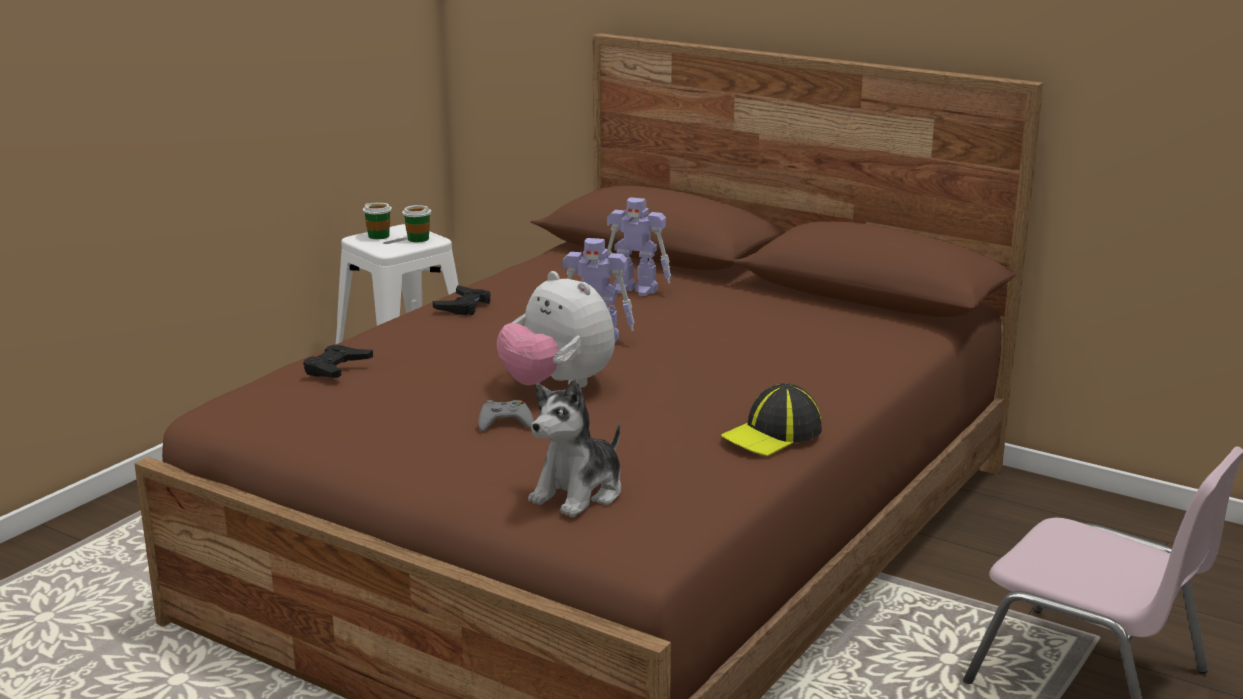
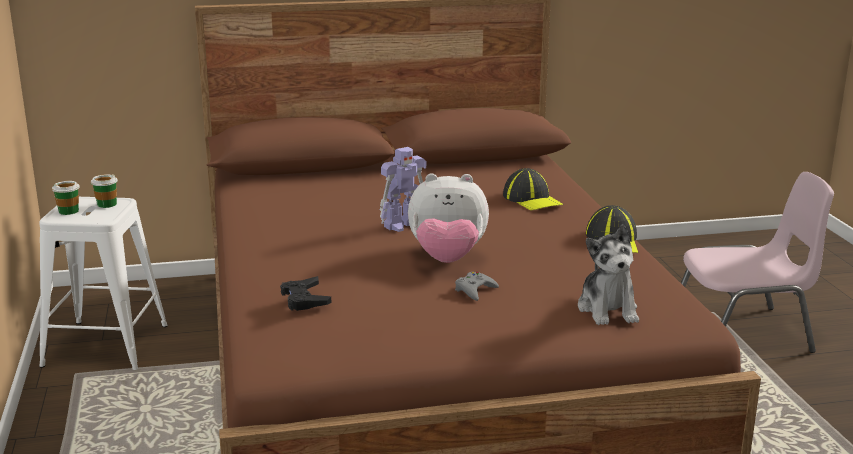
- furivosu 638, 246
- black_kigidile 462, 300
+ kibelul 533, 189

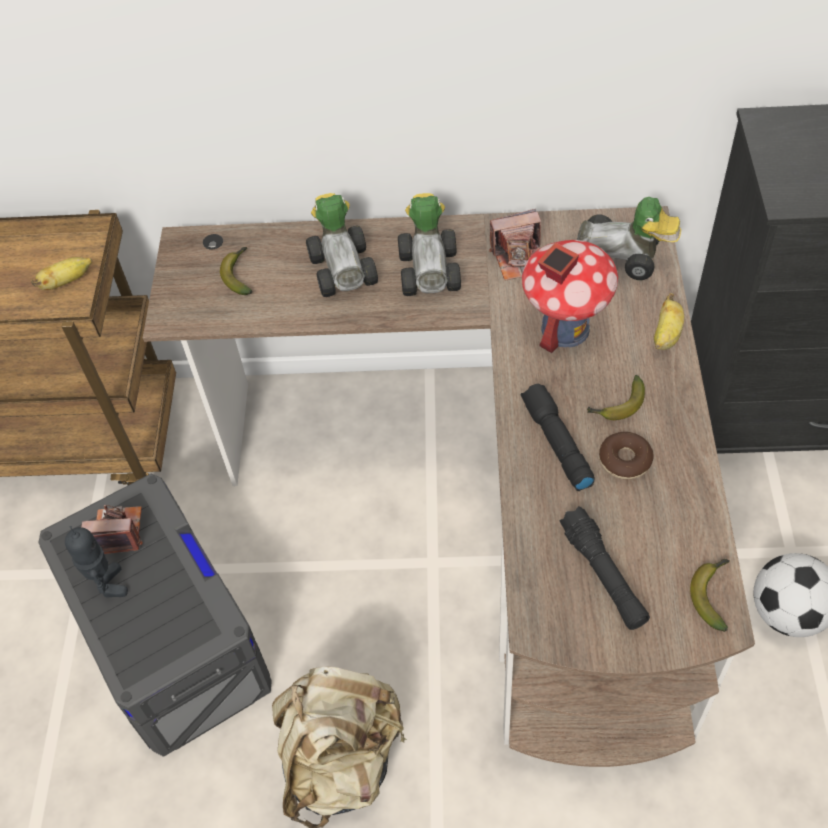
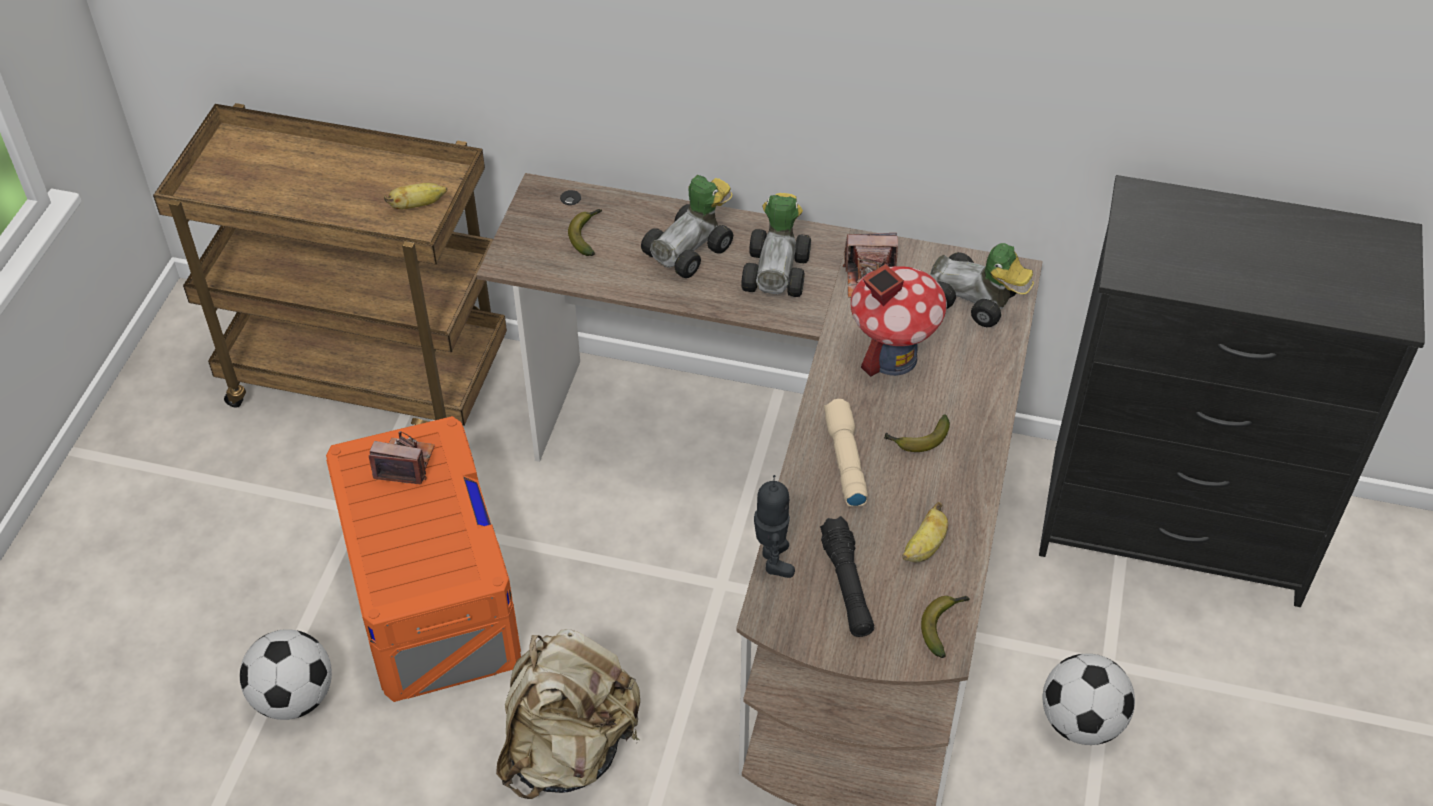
~ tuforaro 342, 245 = 687, 226 45 degrees clockwise
~ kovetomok 669, 321 to 925, 532
~ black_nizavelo 558, 437 to beige_nizavelo 846, 453
- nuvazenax 626, 455
~ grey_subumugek 155, 615 to orange_subumugek 423, 559
~ furivosu 96, 561 to 774, 526
+ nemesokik 286, 674

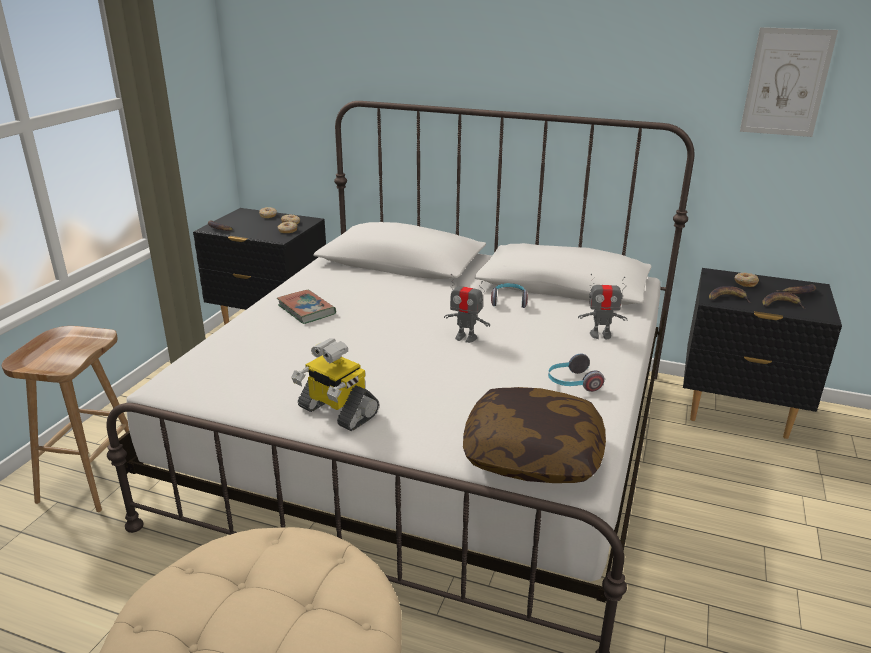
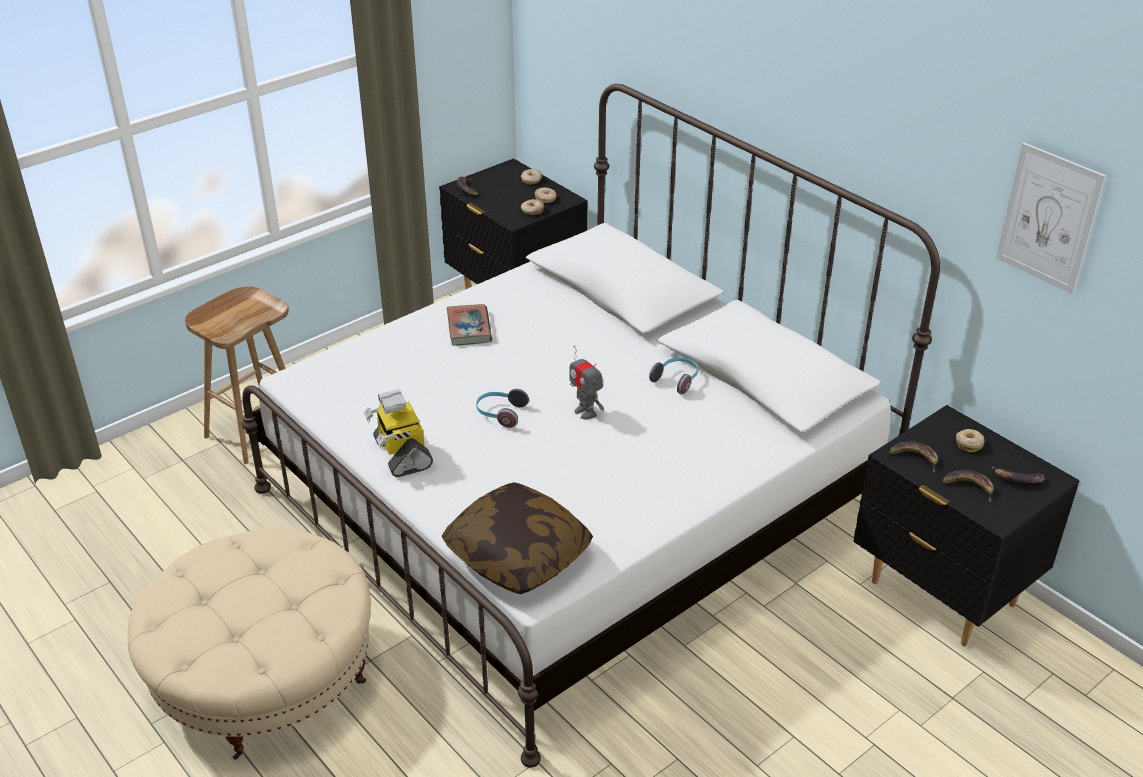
- furivosu 602, 306
~ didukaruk 576, 373 to 502, 408

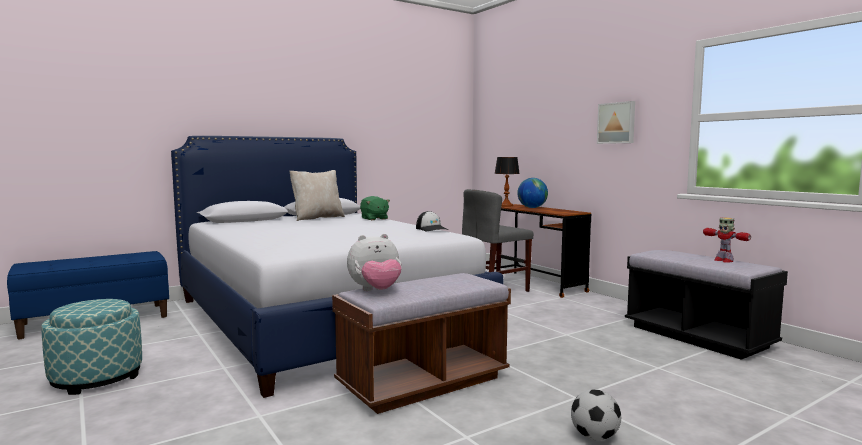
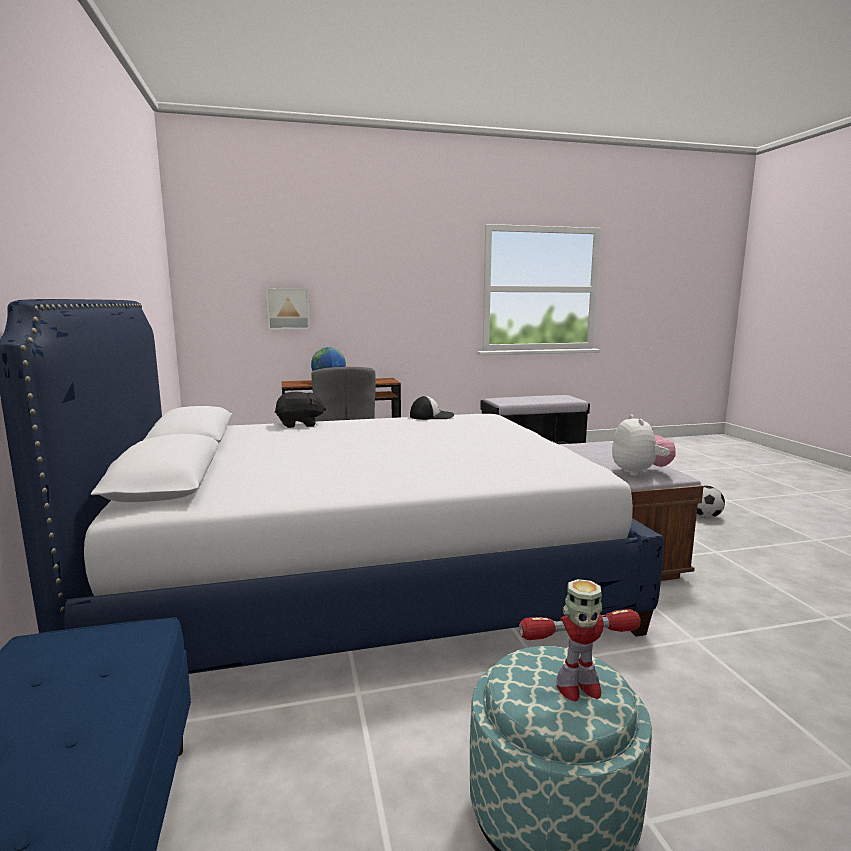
~ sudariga 616, 122 to 288, 309
- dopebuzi 507, 182
- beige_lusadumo 317, 195
~ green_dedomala 375, 208 to black_dedomala 300, 410
~ furivosu 727, 239 to 580, 640

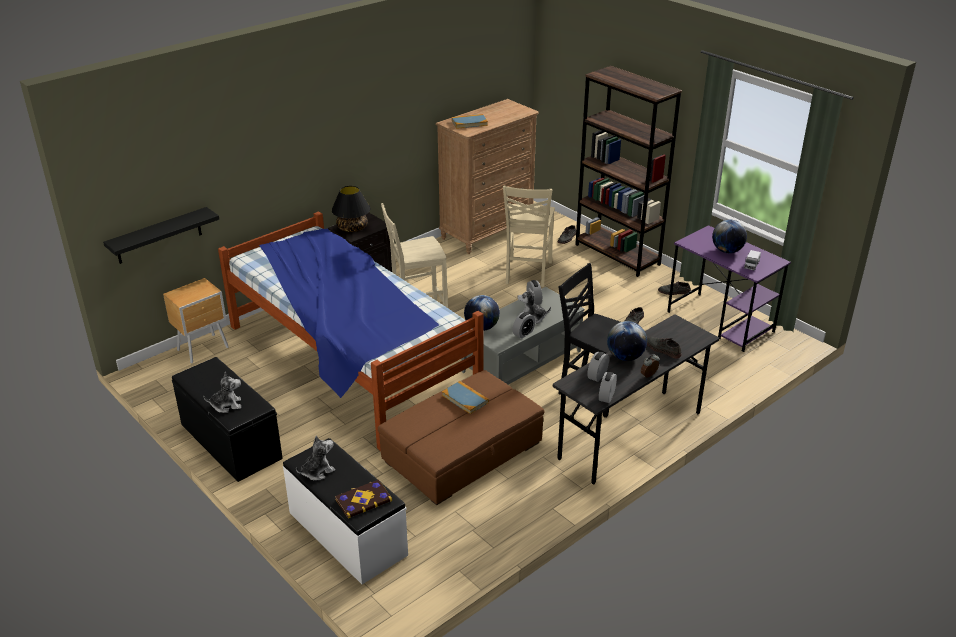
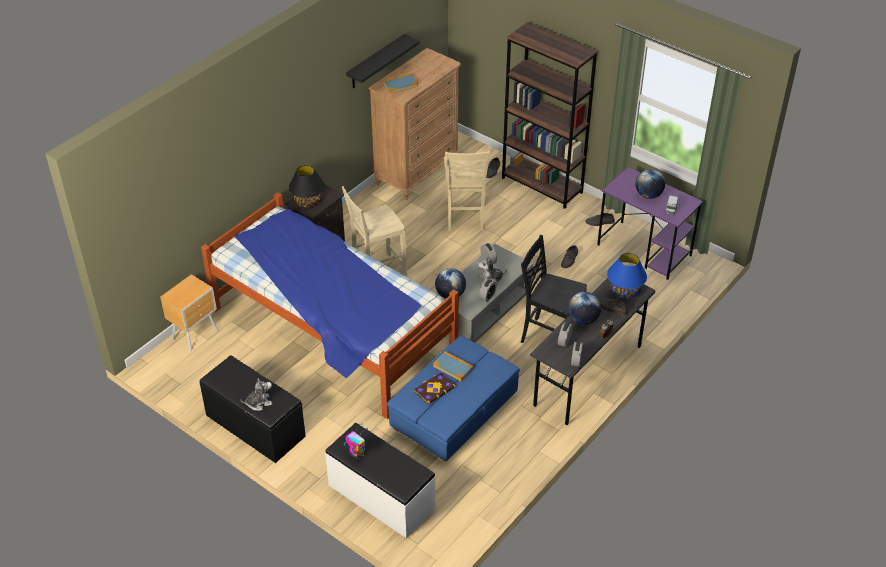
~ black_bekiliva 161, 235 to 383, 61
~ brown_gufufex 461, 437 to blue_gufufex 453, 398
~ dedomala 315, 458 to furivosu 356, 441
~ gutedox 363, 498 to 435, 388
+ blue_dopebuzi 627, 275

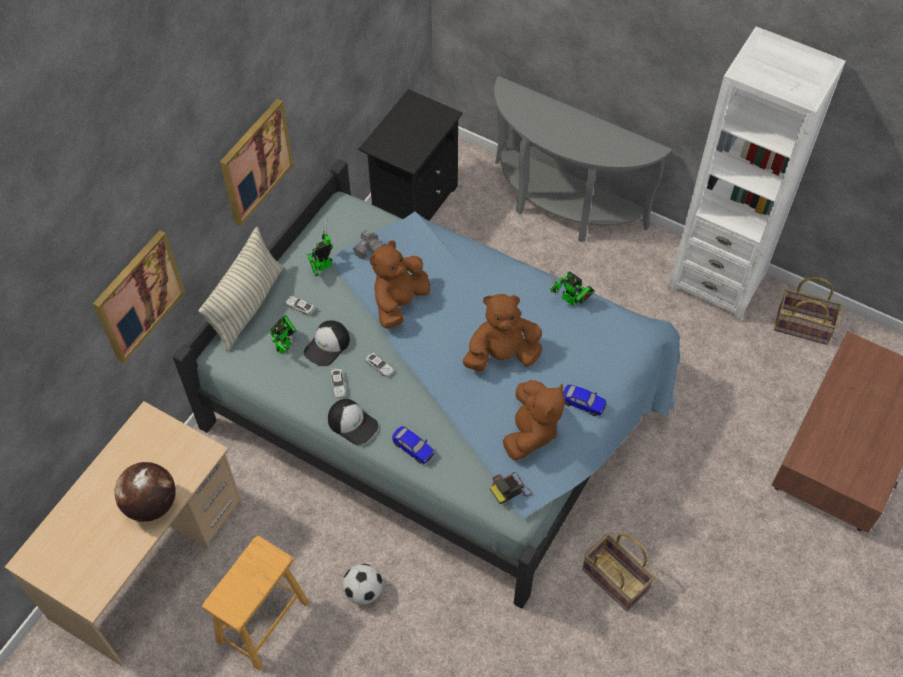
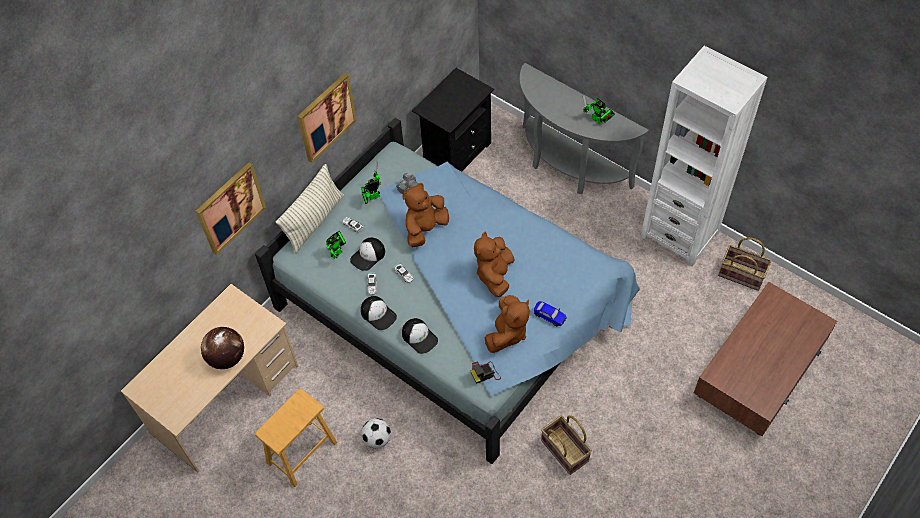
~ furivosu 572, 288 to 599, 109
~ brown_dedomala 502, 332 = 494, 264 75 degrees counterclockwise
~ tuforaro 413, 445 to kibelul 420, 336

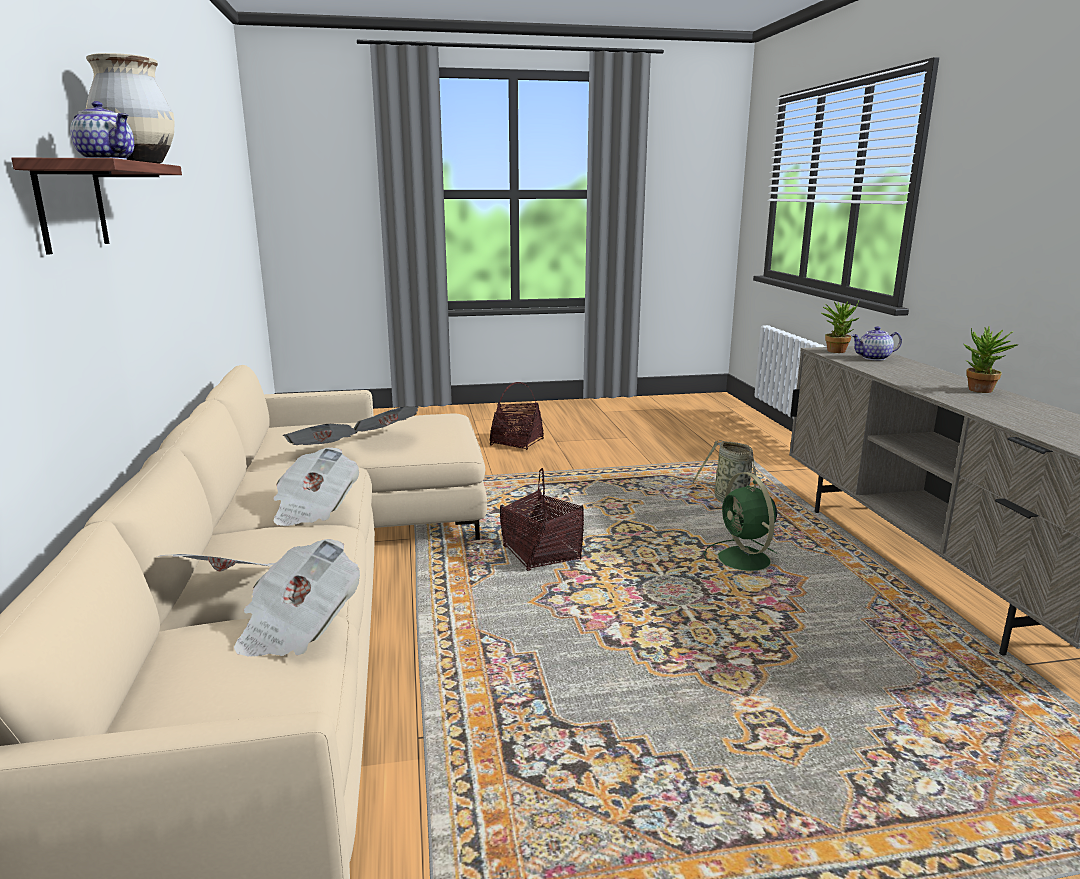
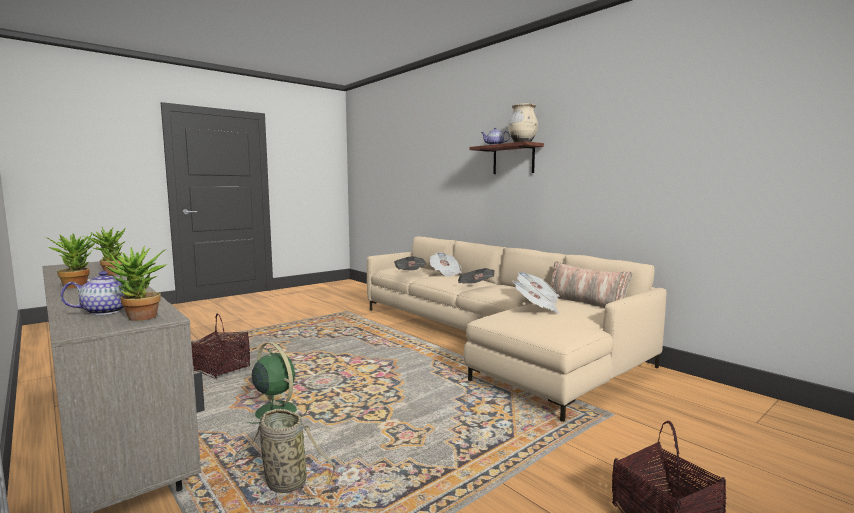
~ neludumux 542, 519 to 220, 346
+ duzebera 104, 251
+ lusadumo 591, 284

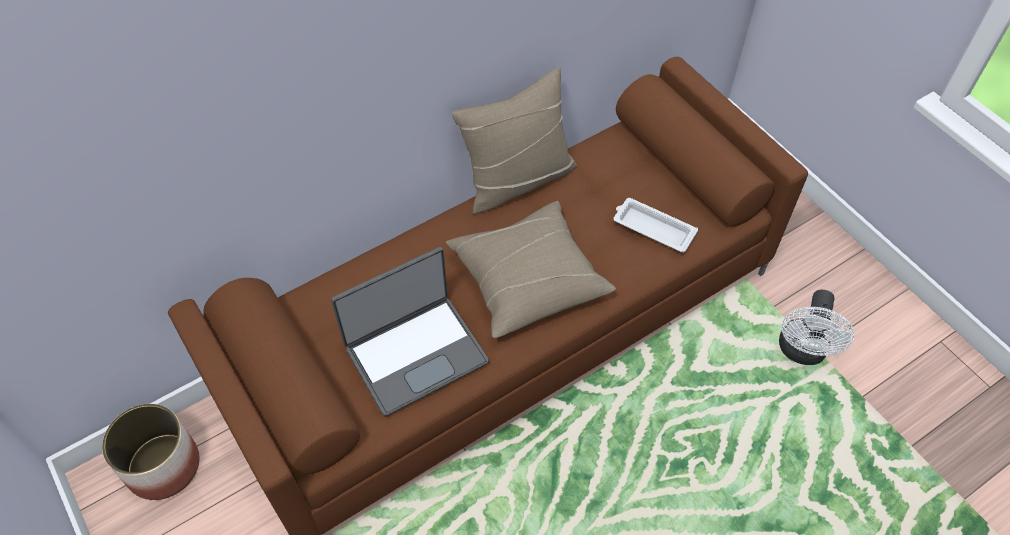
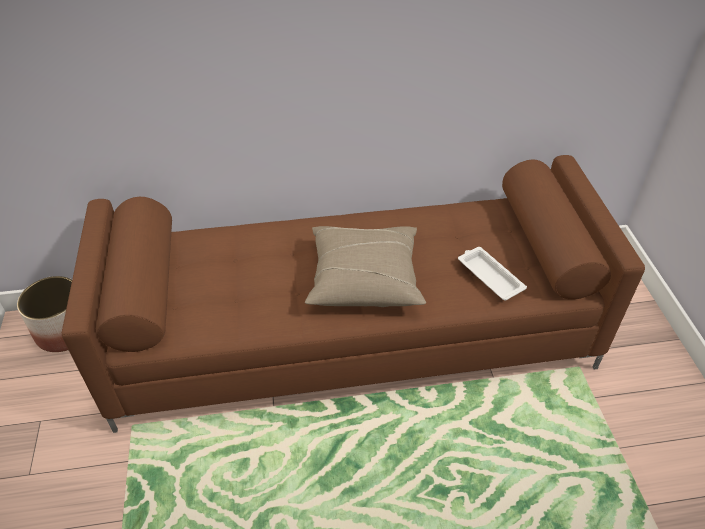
- beige_lusadumo 514, 141
- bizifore 410, 331
- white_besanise 816, 327

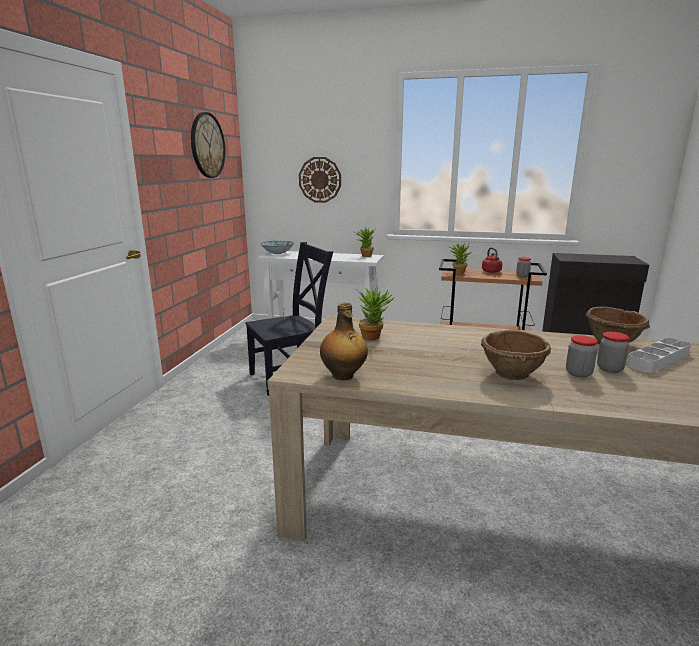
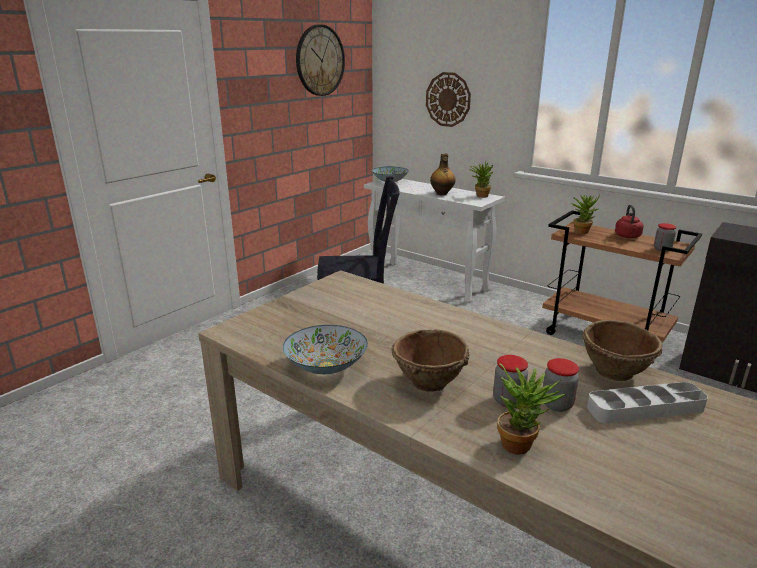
~ duzebera 375, 314 to 531, 409
~ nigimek 344, 341 to 442, 174
+ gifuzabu 325, 350

